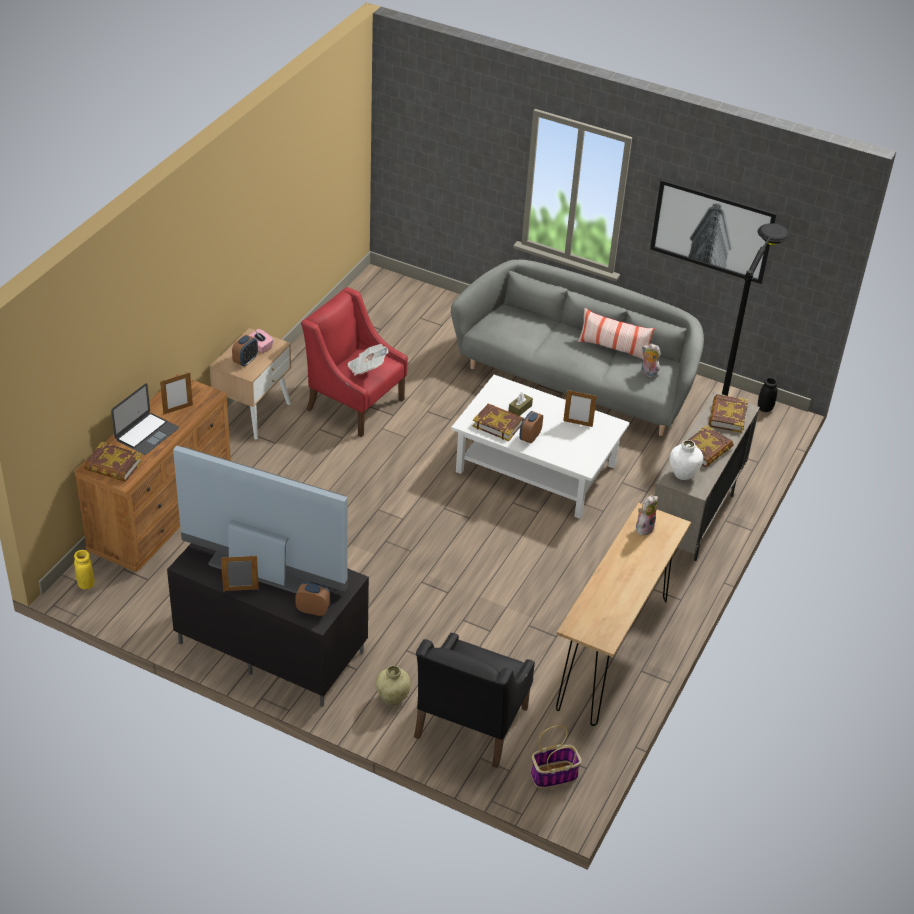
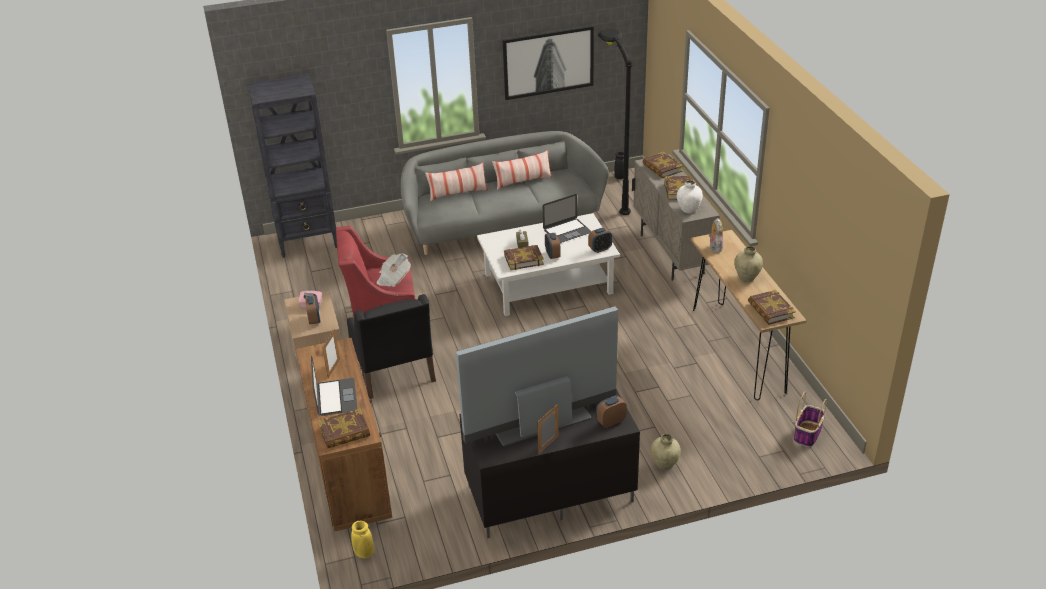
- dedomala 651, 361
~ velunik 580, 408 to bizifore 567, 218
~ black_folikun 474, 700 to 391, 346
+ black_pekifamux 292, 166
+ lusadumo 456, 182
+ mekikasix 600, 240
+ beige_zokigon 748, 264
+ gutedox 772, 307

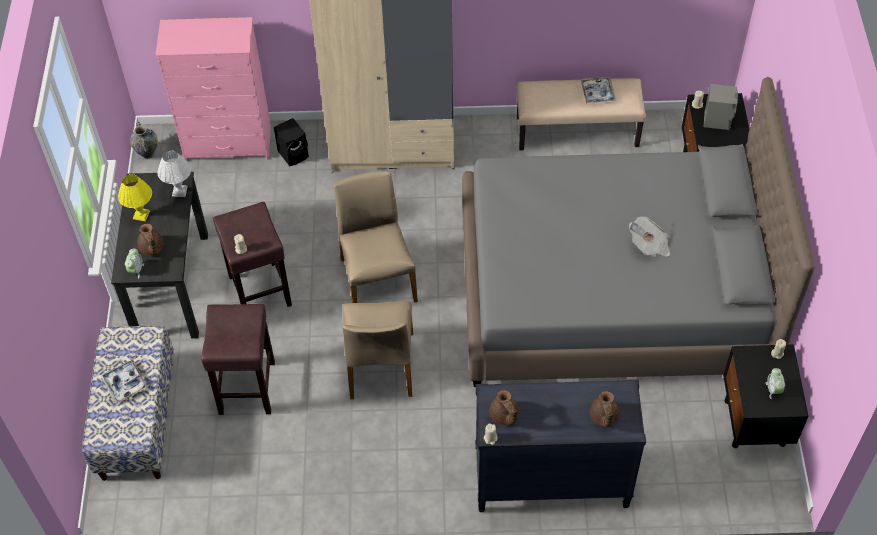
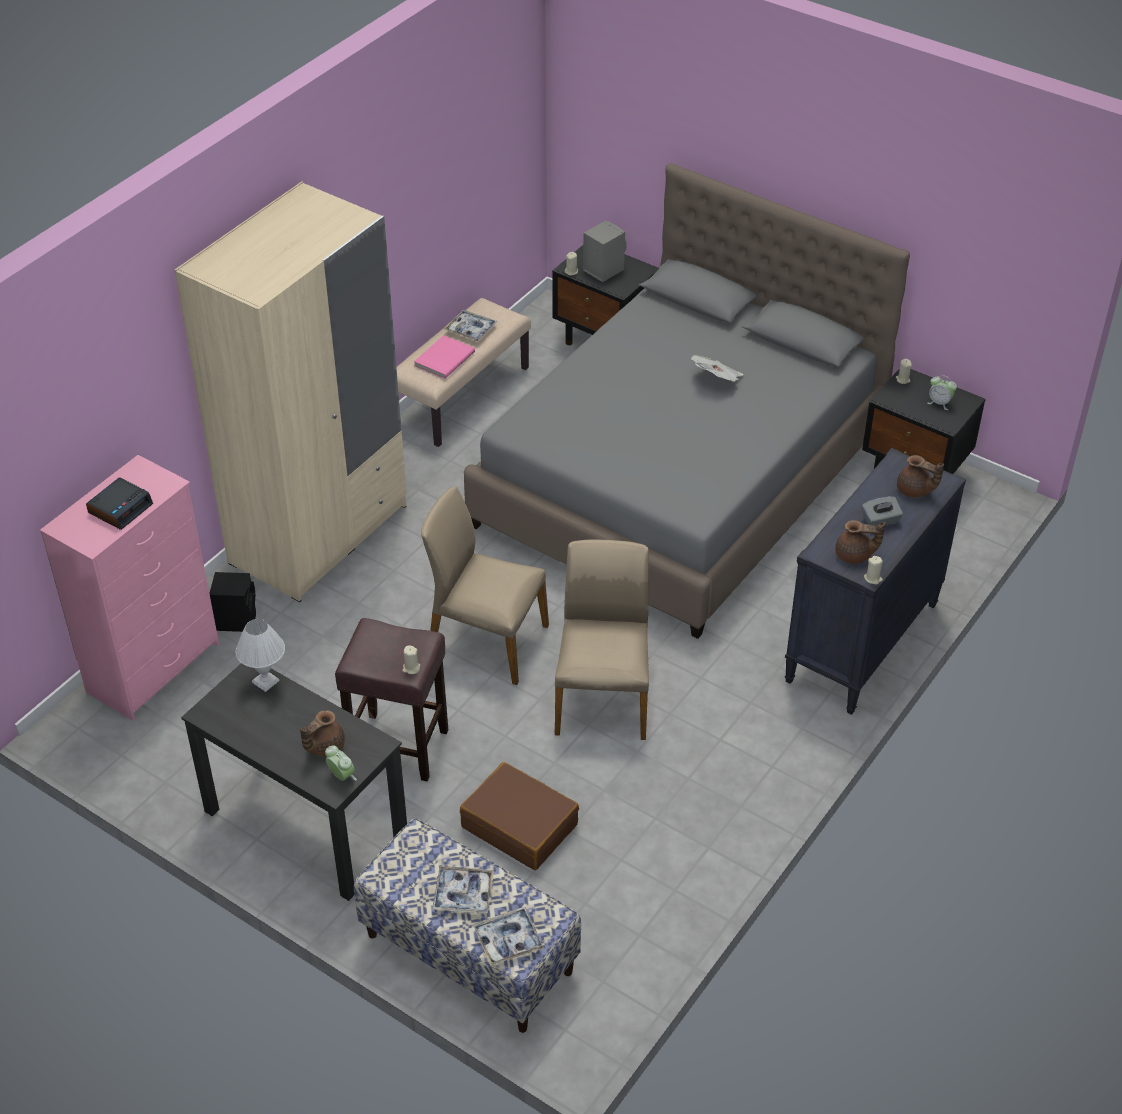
- zokigon 144, 140
- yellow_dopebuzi 135, 197
~ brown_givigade 150, 239 = 322, 733 120 degrees clockwise
~ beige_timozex 378, 350 = 602, 640 120 degrees counterclockwise
~ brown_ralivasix 238, 359 to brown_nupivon 519, 816
+ pink_gutedox 444, 357
+ mekikasix 119, 503
+ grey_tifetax 882, 511
+ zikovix 508, 936

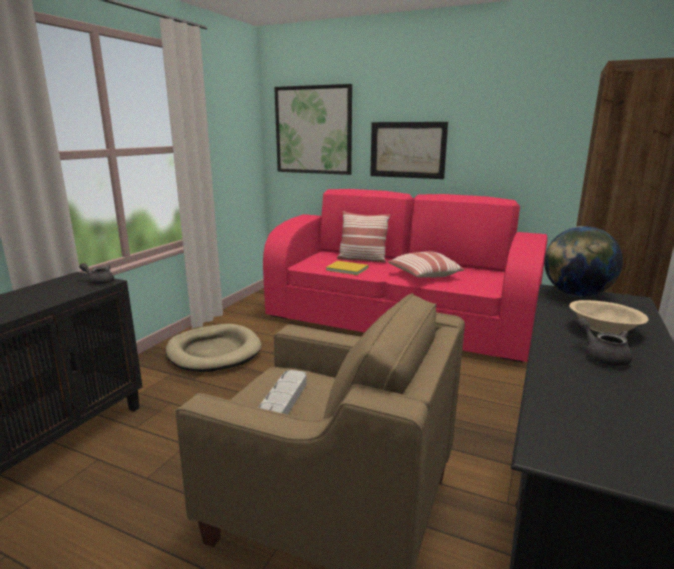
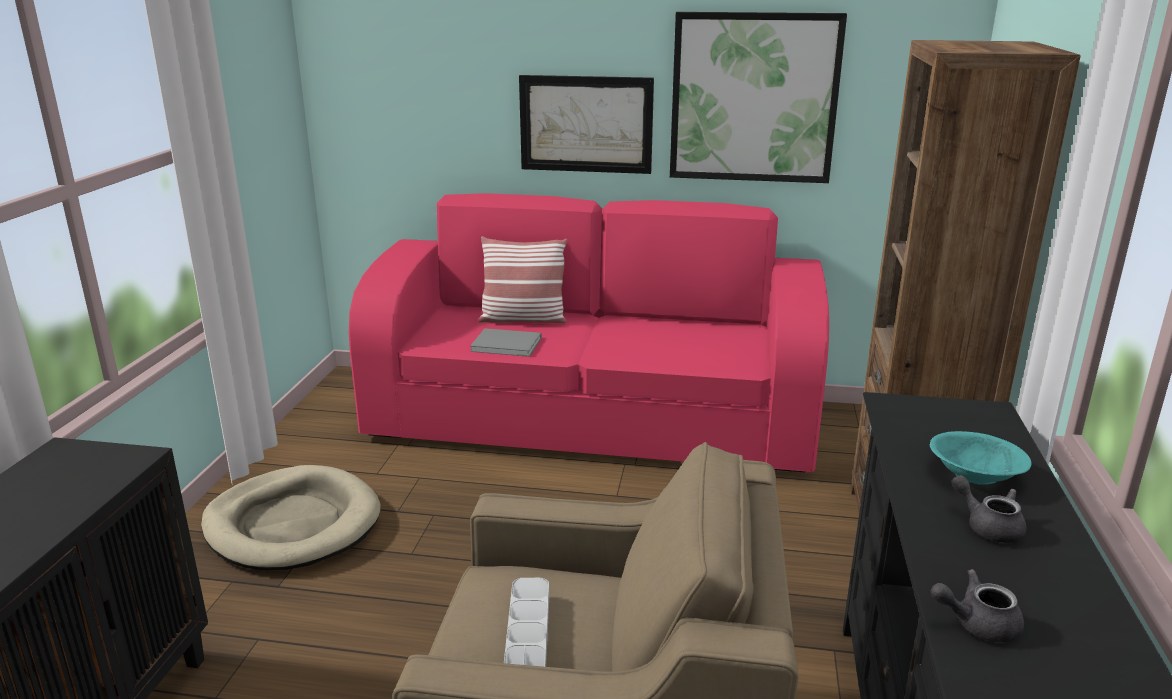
~ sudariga 313, 129 to 758, 97
- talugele 583, 261
- lusadumo 425, 264
~ yellow_gutedox 347, 268 to grey_gutedox 506, 342
~ grey_givigade 96, 274 to 977, 606
~ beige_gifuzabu 609, 317 to turquoise_gifuzabu 980, 458

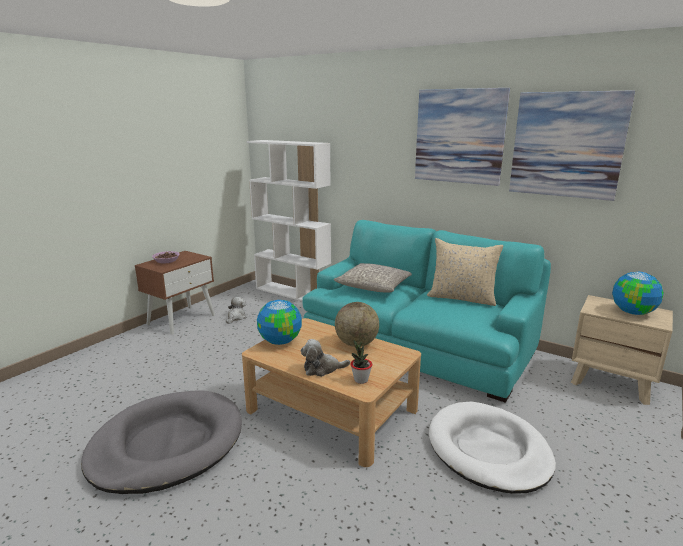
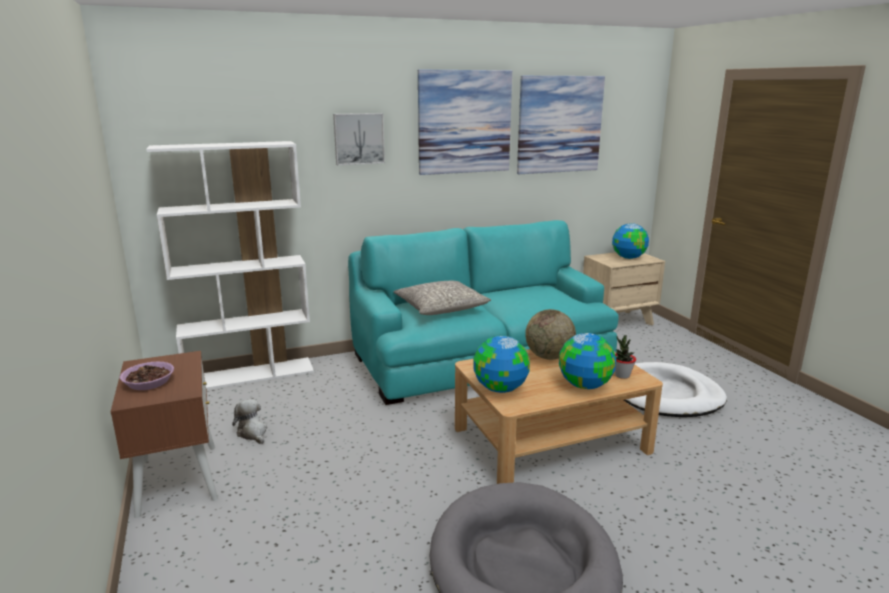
- beige_lusadumo 465, 272
~ dedomala 325, 358 to talugele 587, 361
+ sudariga 359, 139

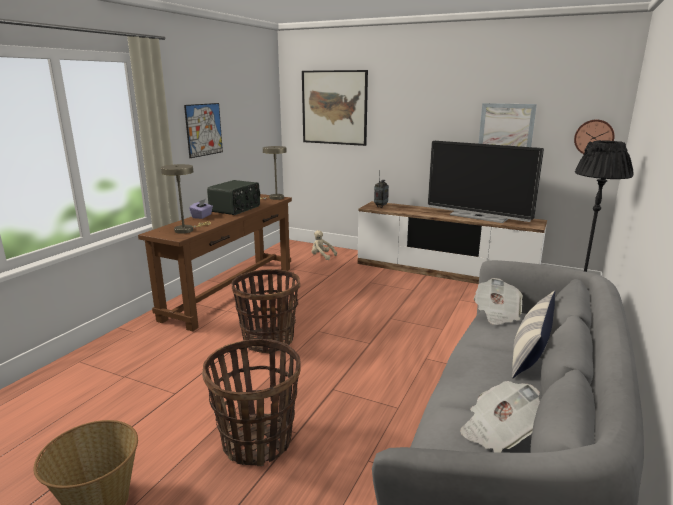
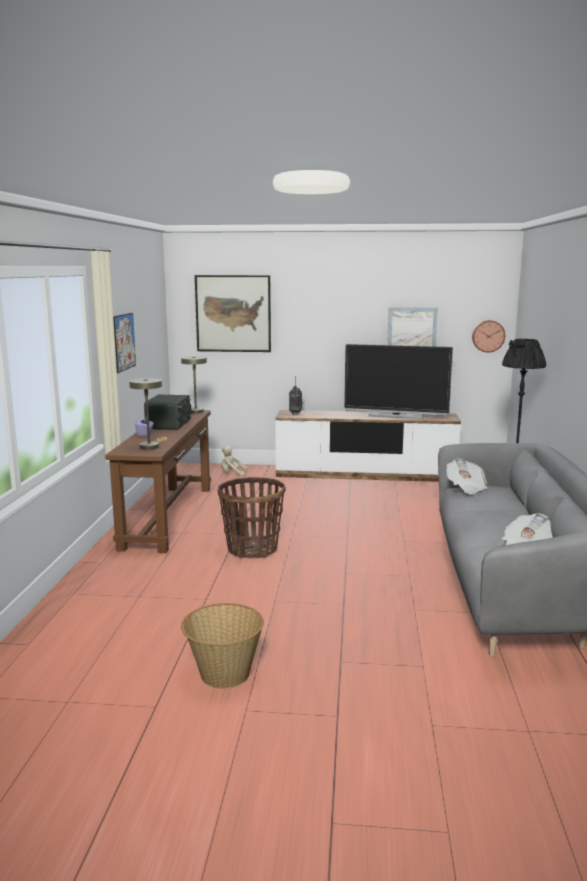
- lusadumo 533, 335
- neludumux 251, 402

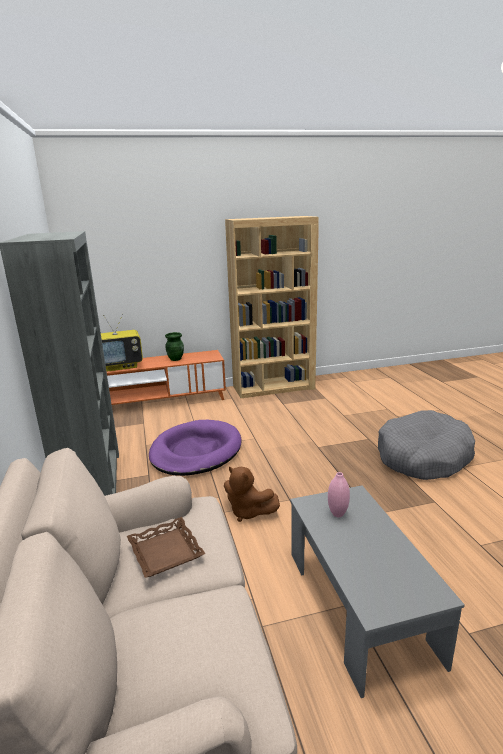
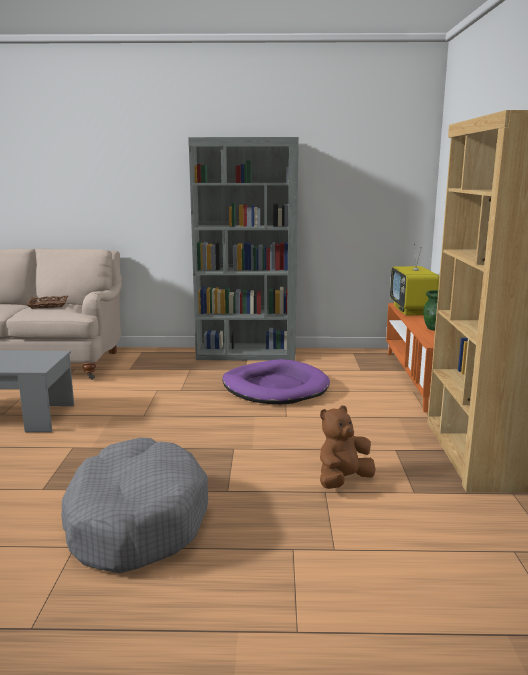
~ brown_dedomala 252, 494 to 348, 447
- pink_zokigon 339, 494

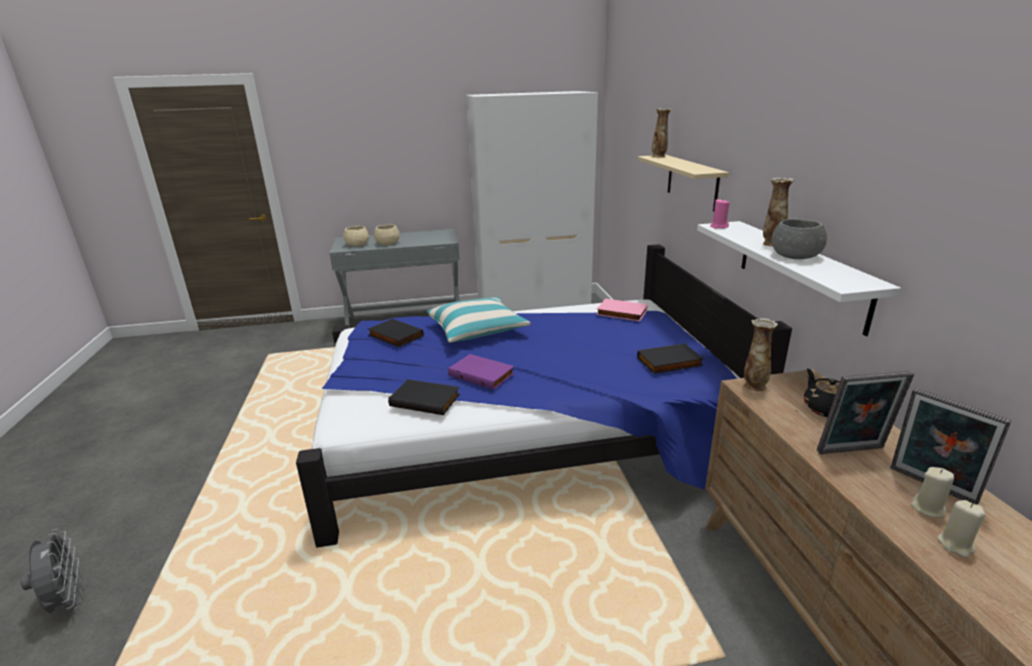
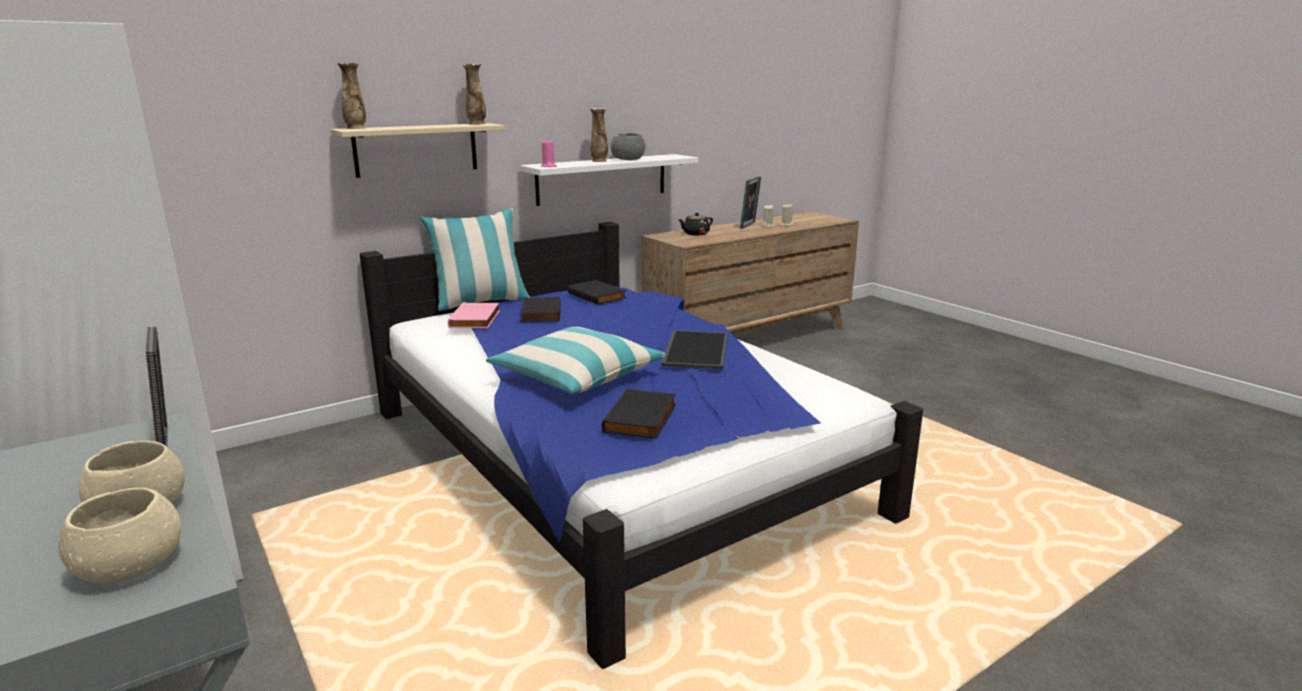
~ zokigon 761, 355 to 474, 94
~ purple_gutedox 481, 372 to zikovix 695, 350
~ velunik 865, 412 to 157, 387
~ black_gutedox 424, 397 to 540, 309
- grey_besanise 52, 571
+ lusadumo 475, 259

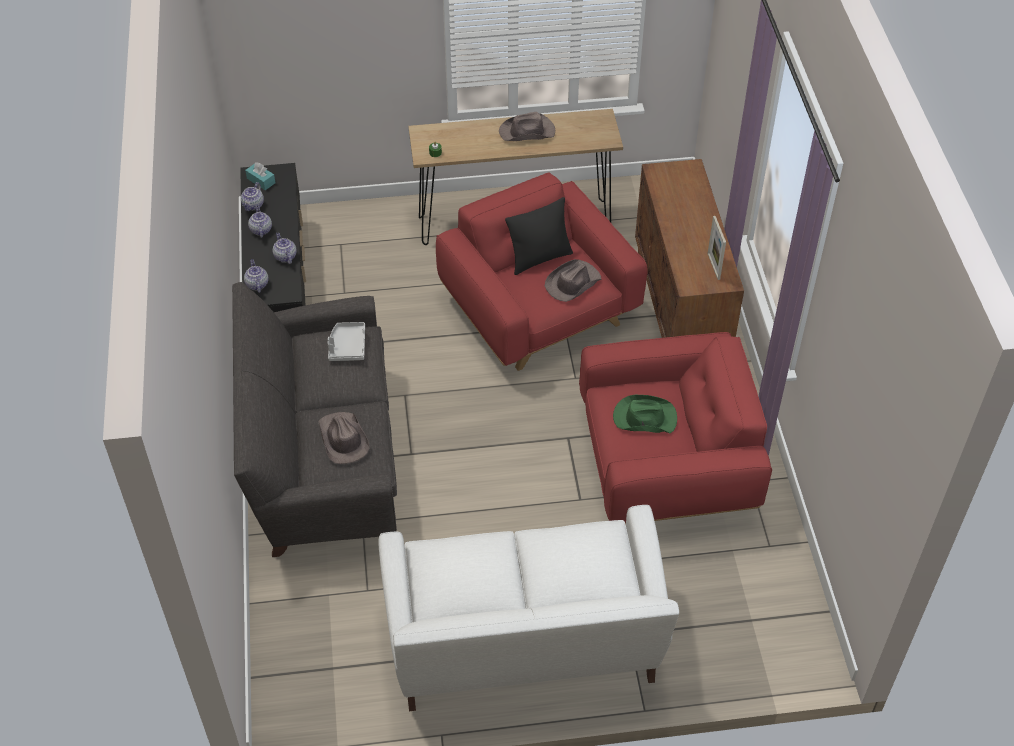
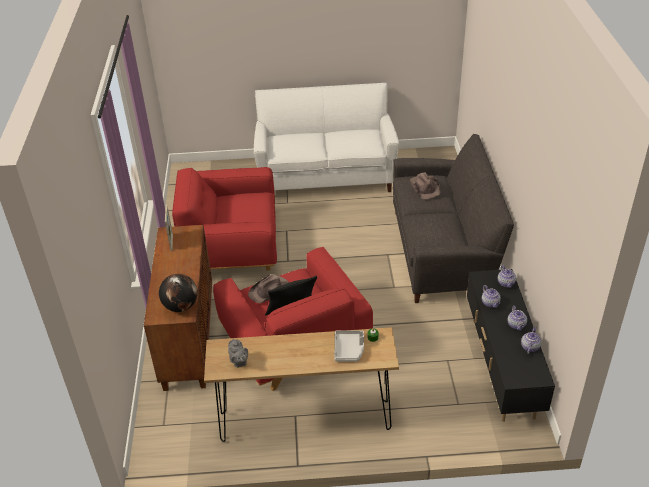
- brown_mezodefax 527, 126
- turquoise_tifetax 260, 176
~ grey_zikovix 346, 341 to 349, 346
- green_mezodefax 645, 414
+ talugele 178, 293
+ grey_givigade 238, 353

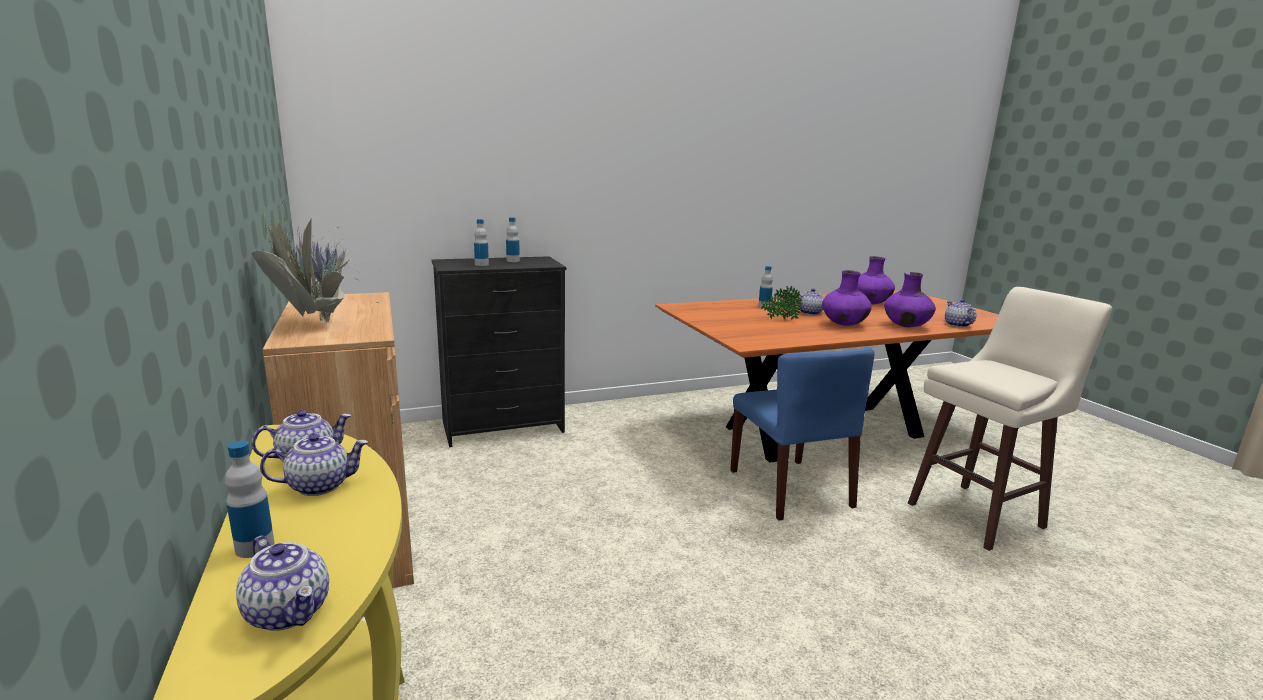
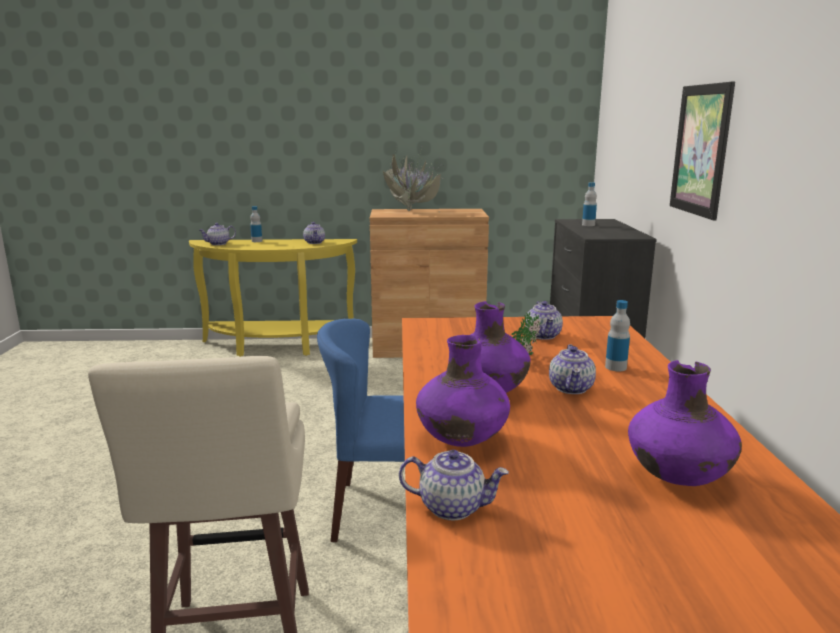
- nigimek 513, 239
~ givigade 314, 464 to 544, 320
+ sudariga 702, 151

